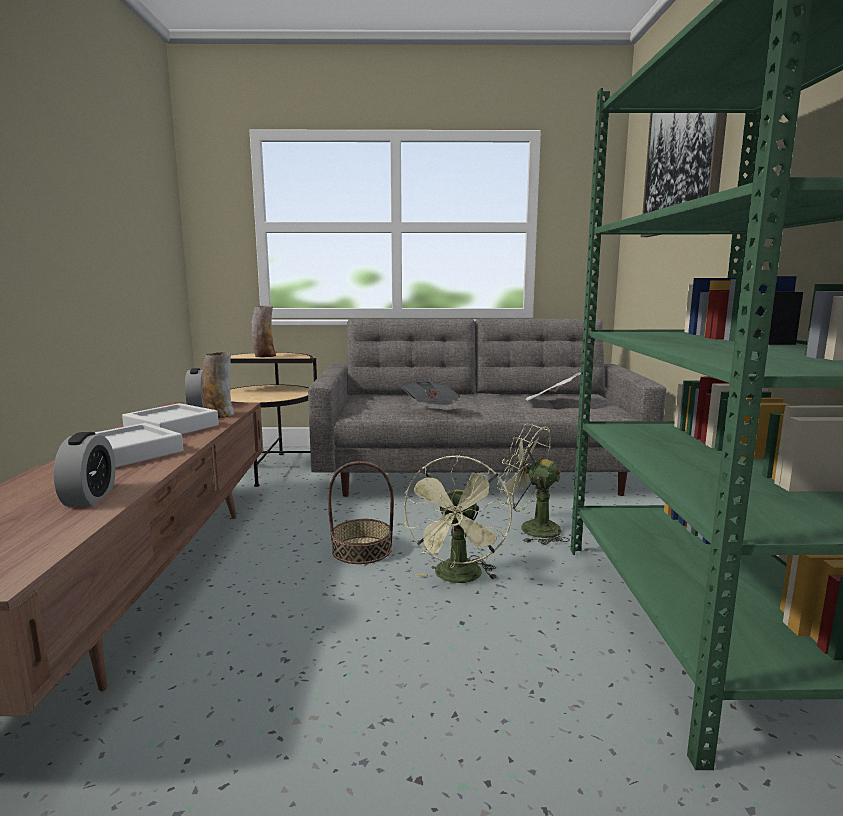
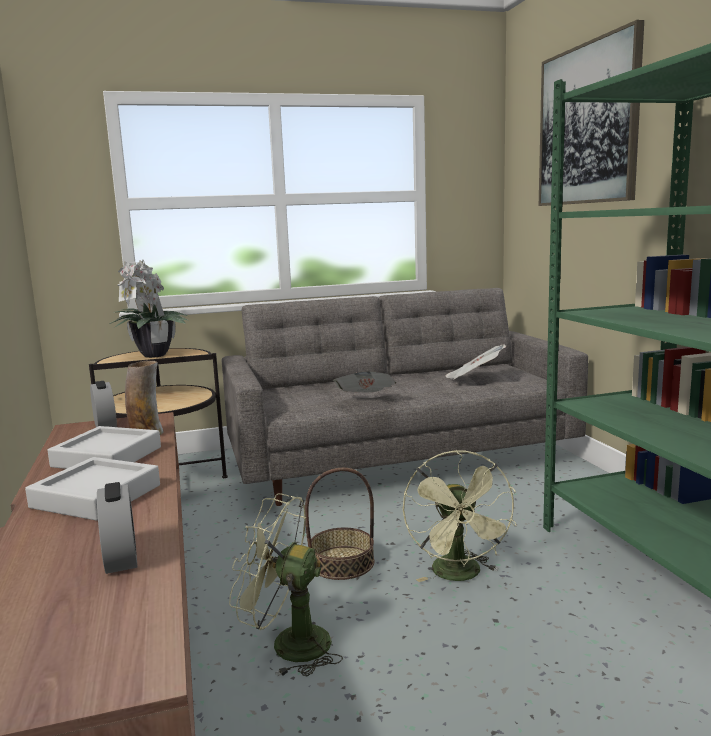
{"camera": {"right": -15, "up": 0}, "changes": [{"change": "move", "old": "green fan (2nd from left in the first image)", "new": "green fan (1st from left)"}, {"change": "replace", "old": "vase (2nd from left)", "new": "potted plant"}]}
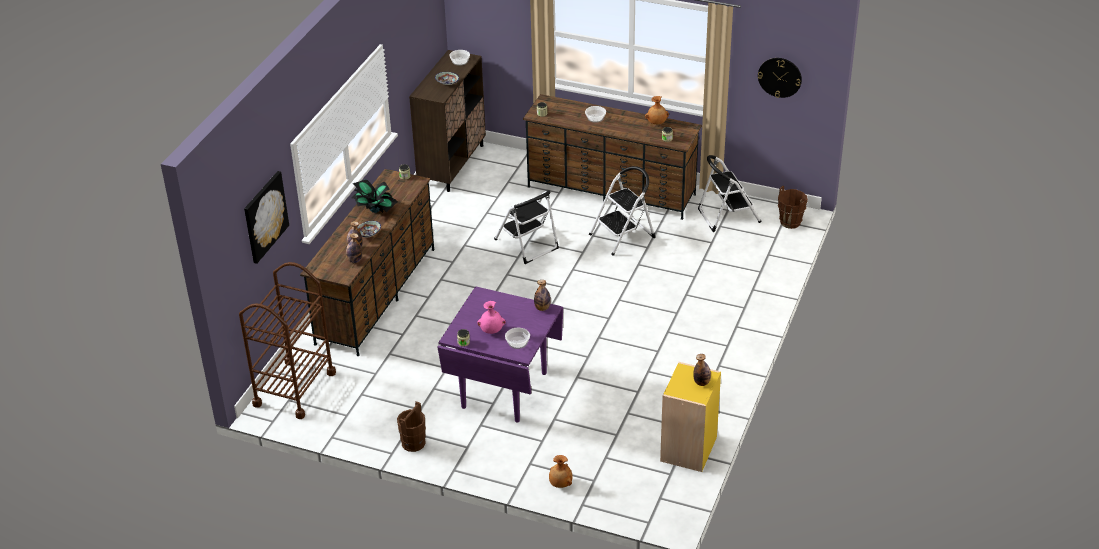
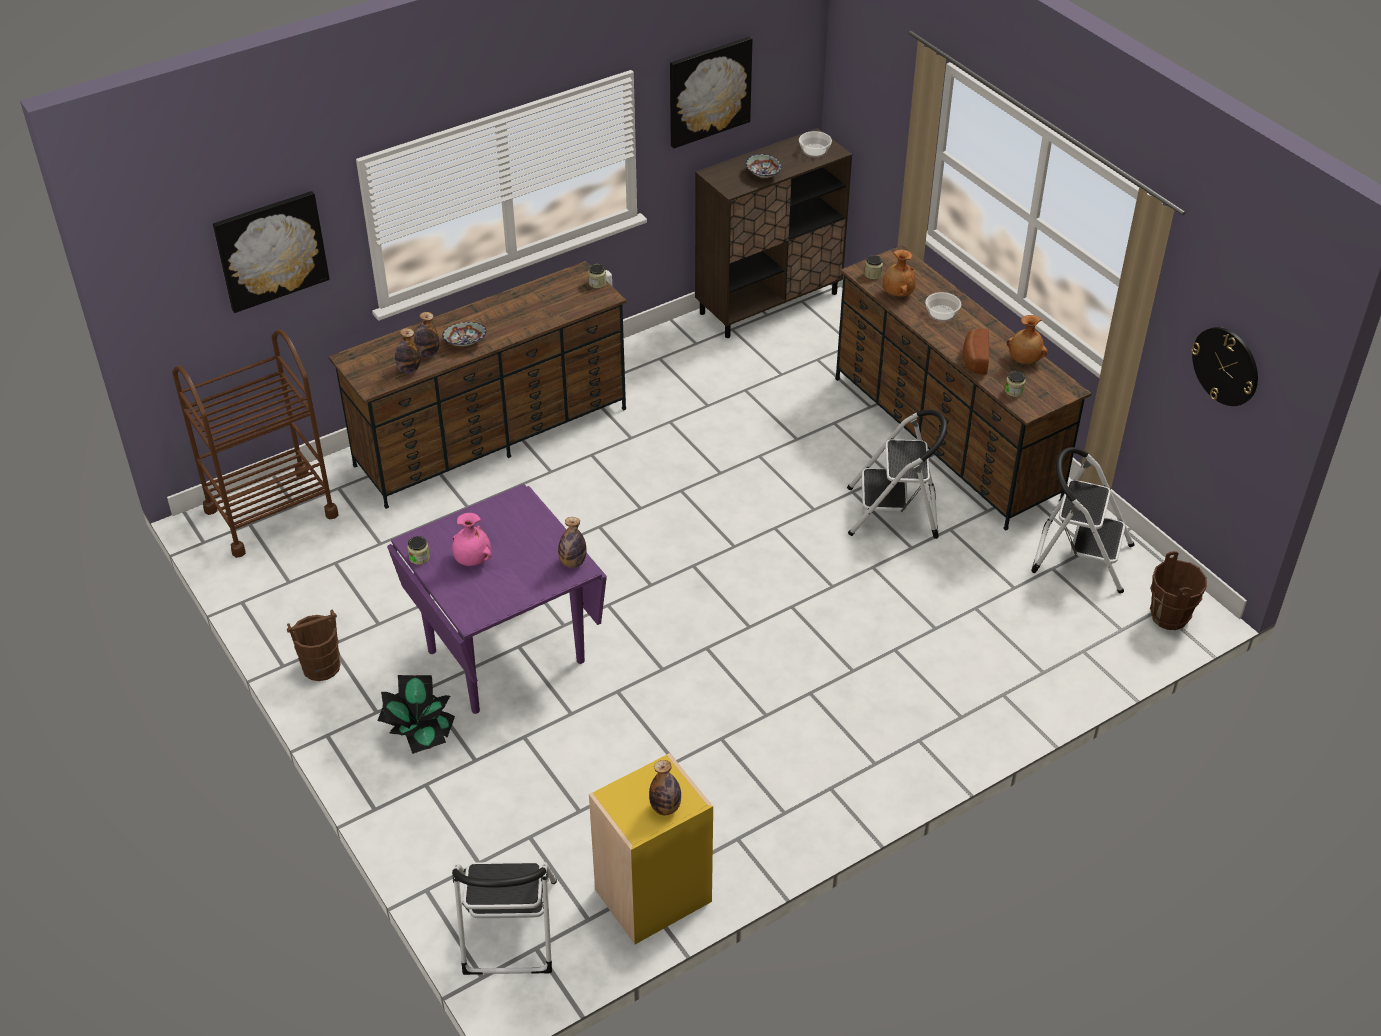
{"camera": {"right": 35, "up": 5}, "changes": [{"change": "delete", "old": "bowl (4th from left)"}, {"change": "insert", "new": "picture (2nd from left)"}, {"change": "insert", "new": "bread"}, {"change": "move", "old": "potted plant"}, {"change": "move", "old": "step ladder (1st from left)"}, {"change": "move", "old": "brown vase (1st from left)"}]}
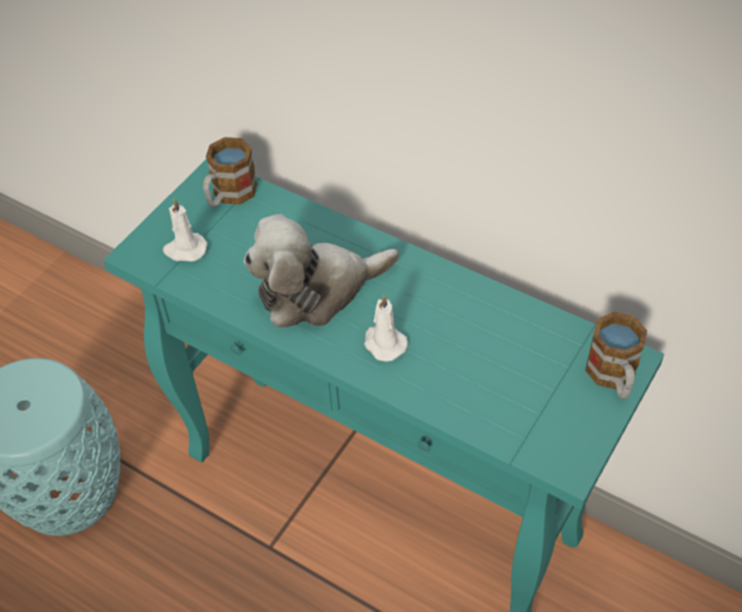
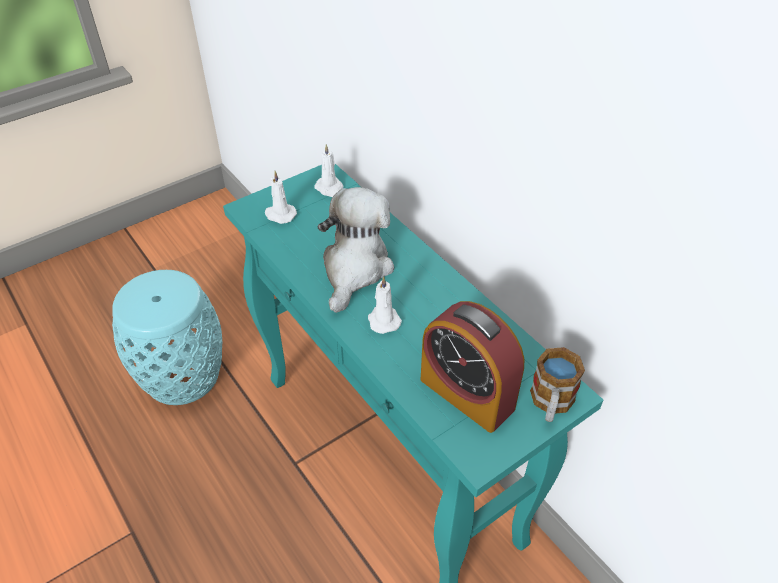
{"camera": {"right": 20, "up": -5}, "changes": [{"change": "insert", "new": "alarm clock"}, {"change": "replace", "old": "mug (1st from left)", "new": "white candle (2nd from left)"}, {"change": "rotate", "old": "plush toy", "degrees": 105}]}
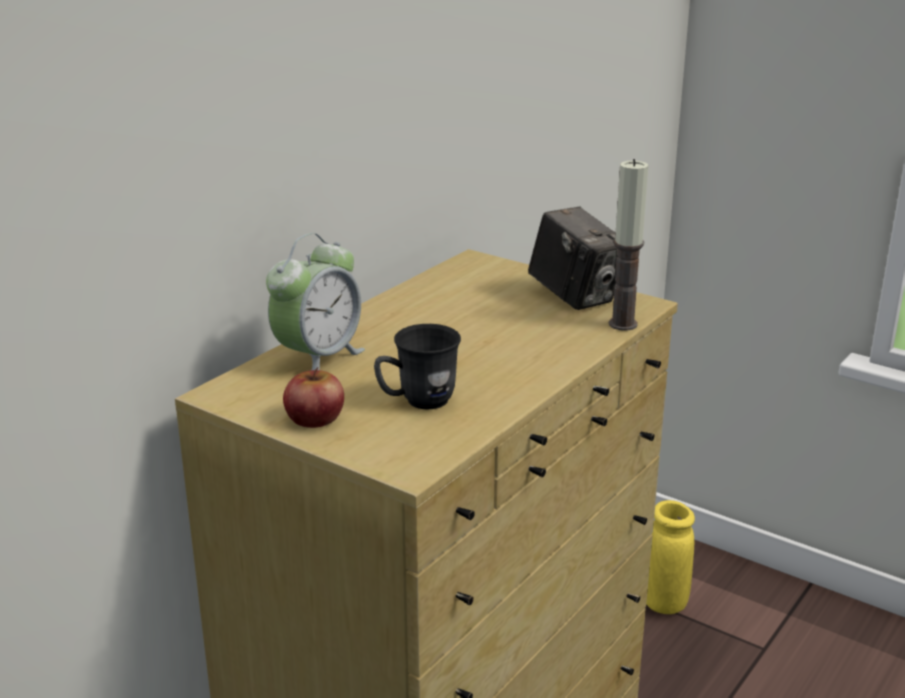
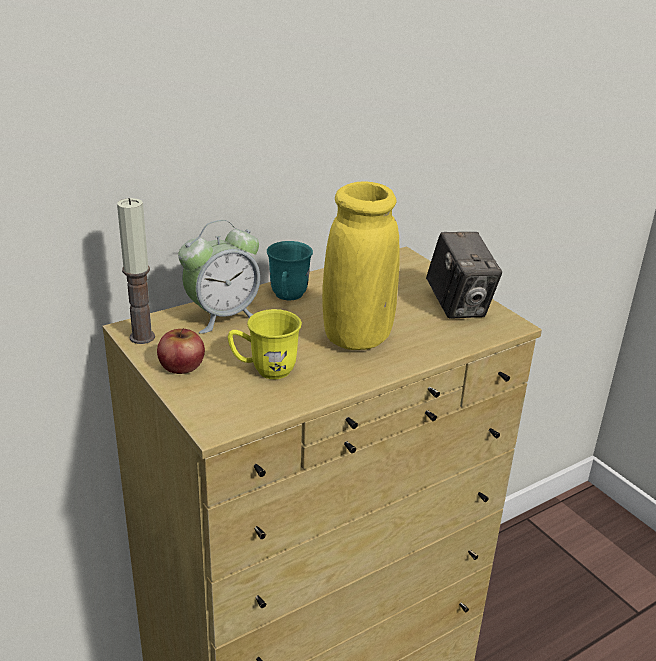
{"camera": {"right": 20, "up": 5}, "changes": [{"change": "insert", "new": "turquoise mug"}, {"change": "move", "old": "candle"}, {"change": "move", "old": "yellow vase"}, {"change": "recolor", "old": "grey mug", "new": "yellow mug"}]}
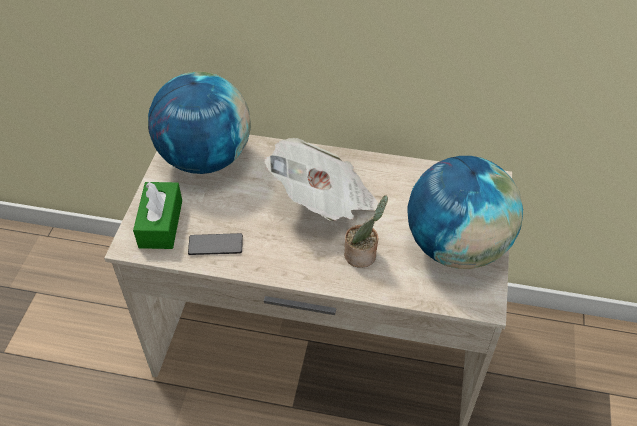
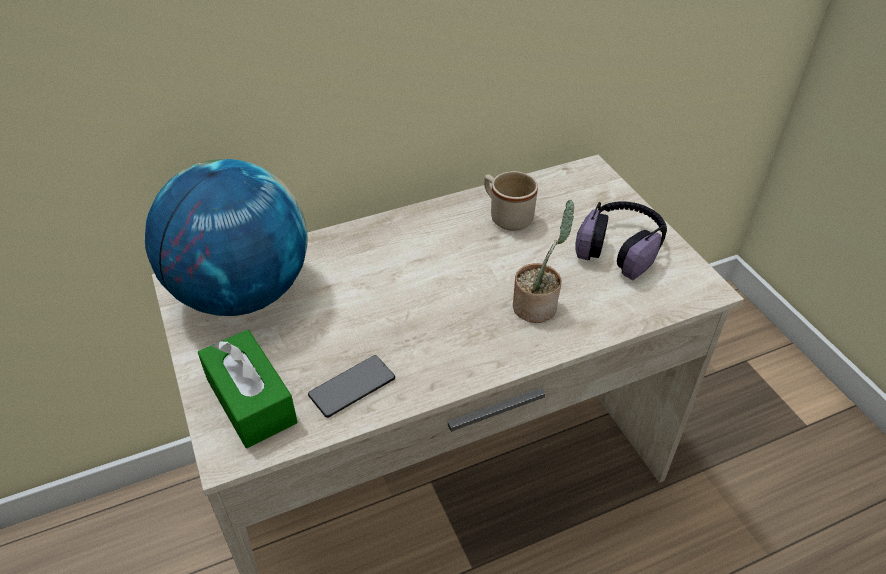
{"camera": {"right": -35, "up": -5}, "changes": [{"change": "delete", "old": "newspaper"}, {"change": "insert", "new": "beige mug"}, {"change": "replace", "old": "globe (2nd from left)", "new": "headphones"}]}
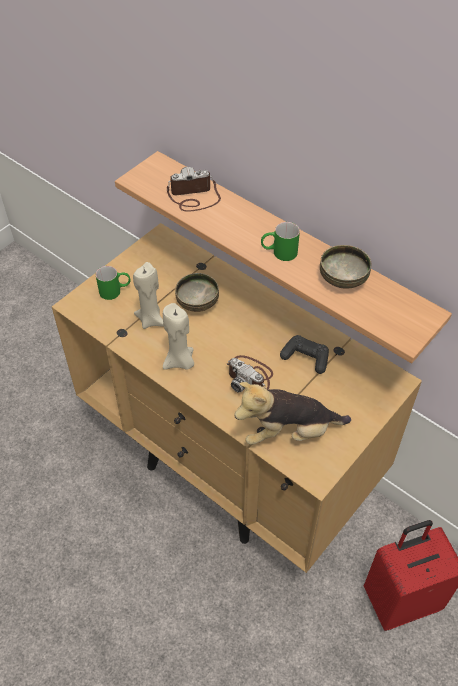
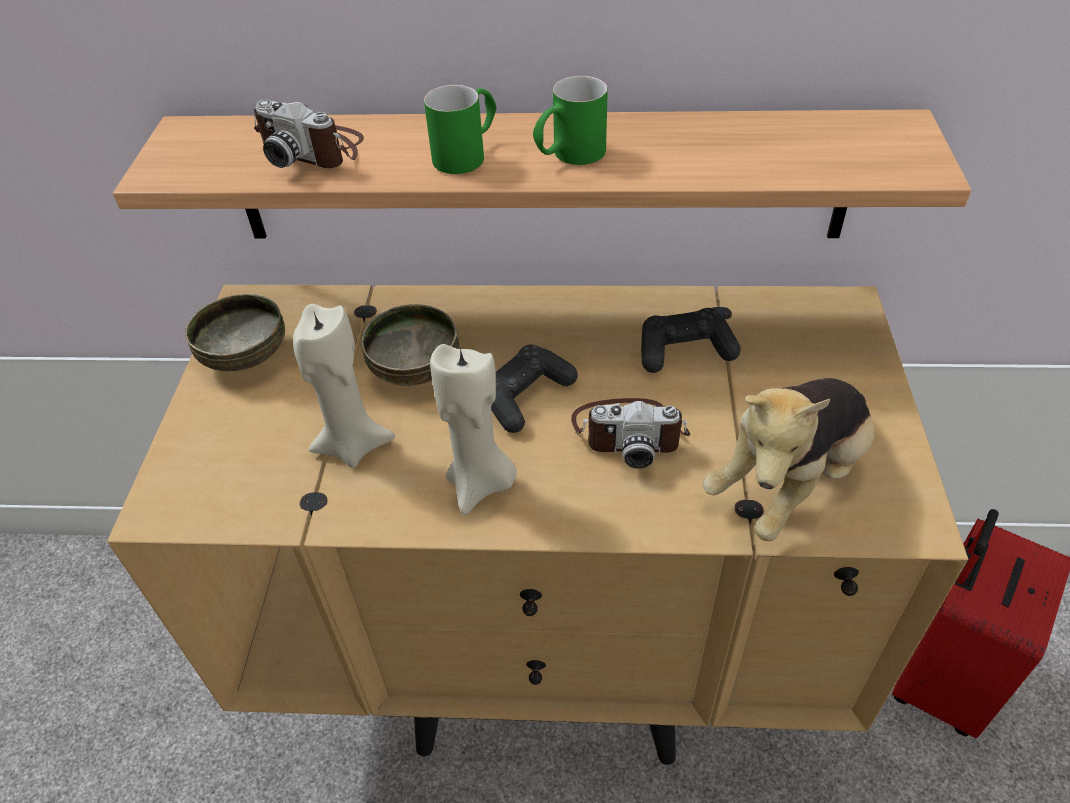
{"camera": {"right": -35, "up": -5}, "changes": [{"change": "insert", "new": "black game controller (1st from left)"}, {"change": "move", "old": "green mug (1st from left)"}, {"change": "move", "old": "bowl (2nd from left in the first image)", "new": "bowl (1st from left)"}, {"change": "rotate", "old": "photo camera (1st from left)", "degrees": -105}]}
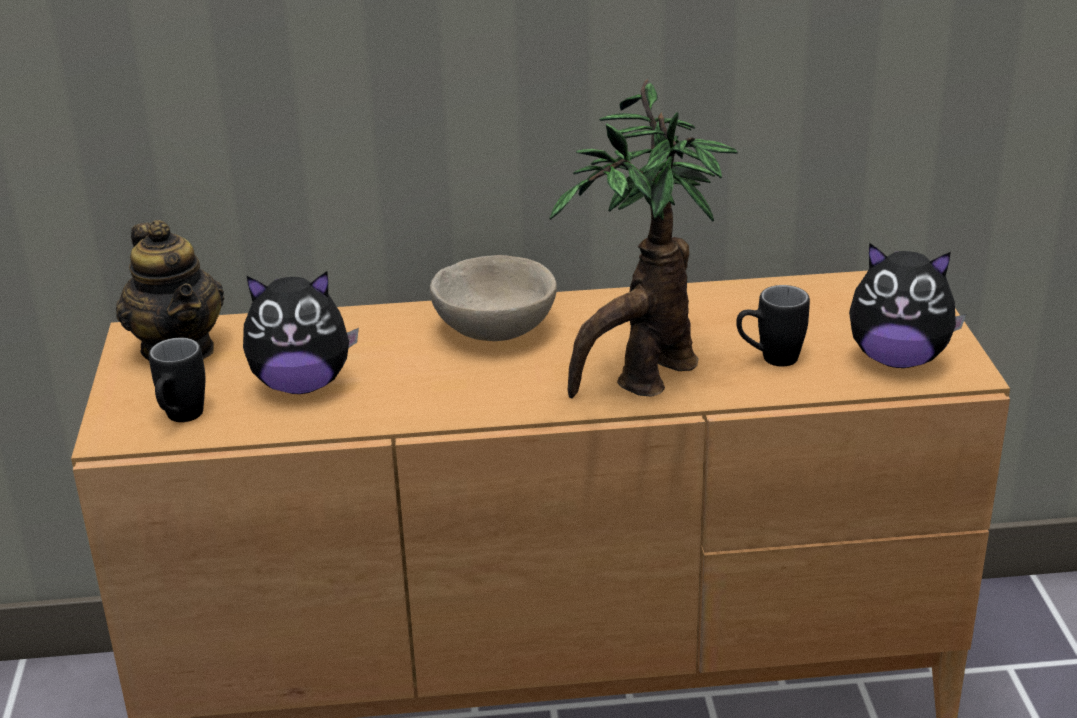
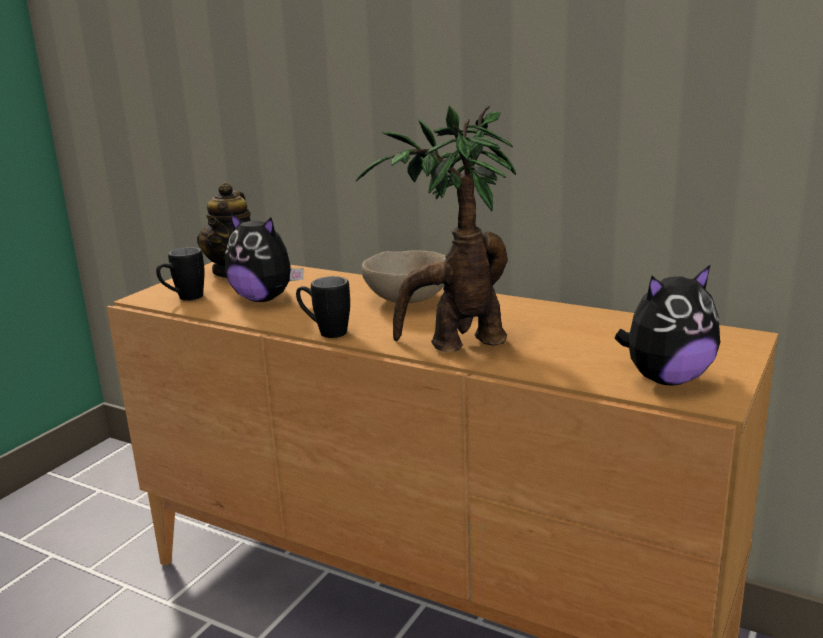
{"camera": {"right": 35, "up": -10}, "changes": [{"change": "move", "old": "black mug (2nd from left)"}, {"change": "rotate", "old": "plush toy (2nd from left)", "degrees": -75}]}
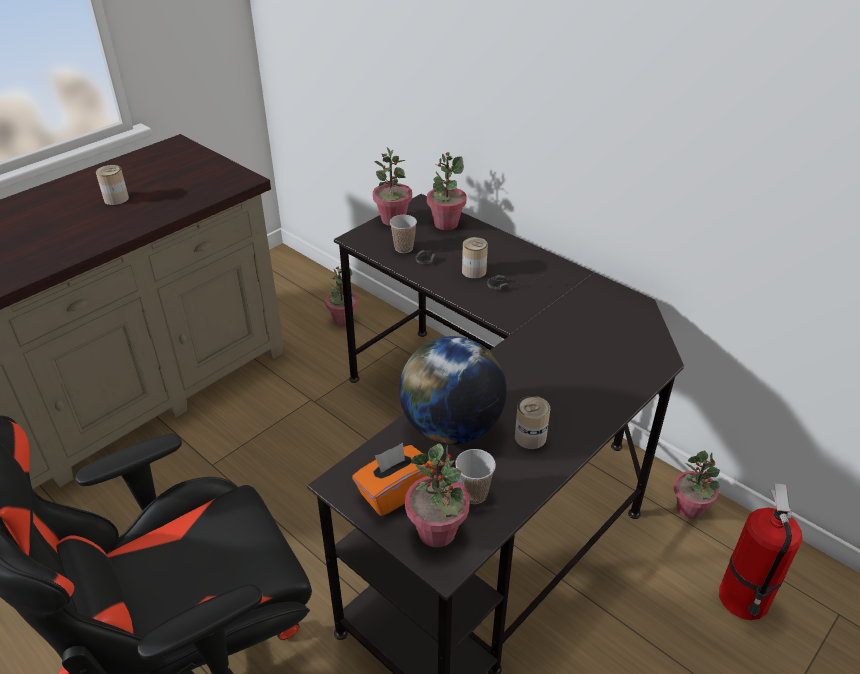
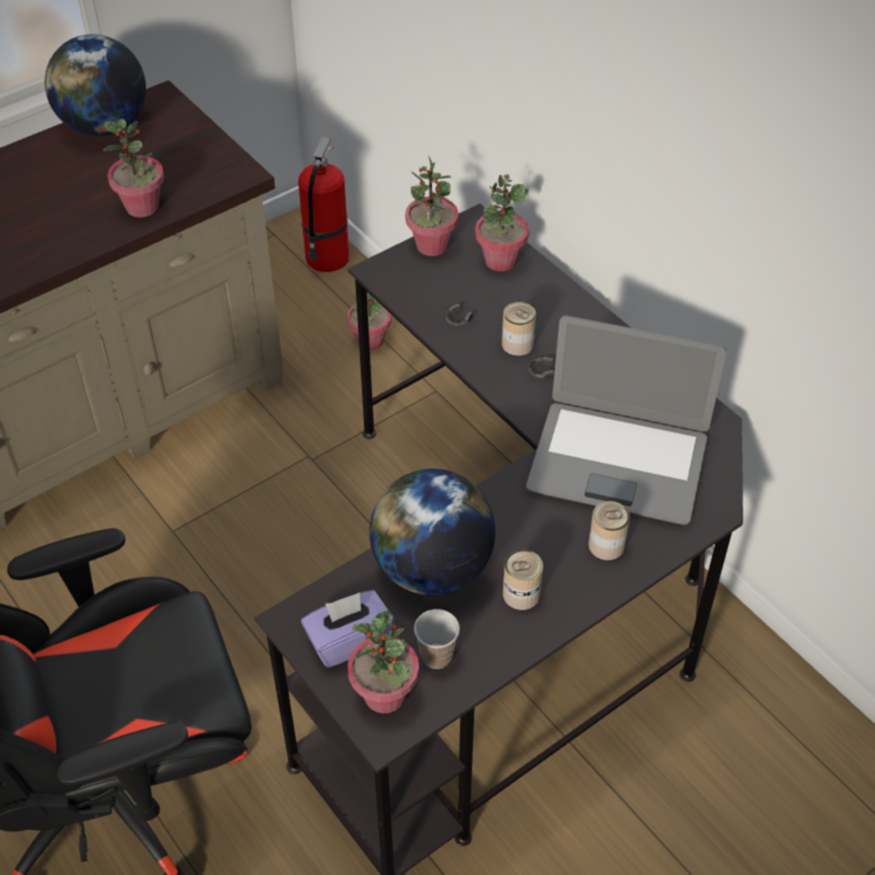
{"camera": {"right": 10, "up": 10}, "changes": [{"change": "delete", "old": "cup (1st from left)"}, {"change": "insert", "new": "globe (1st from left)"}, {"change": "insert", "new": "laptop"}, {"change": "move", "old": "can (1st from left in the first image)", "new": "can (3rd from left)"}, {"change": "move", "old": "potted plant (5th from left in the first image)", "new": "potted plant (1st from left)"}, {"change": "move", "old": "fire extinguisher"}, {"change": "recolor", "old": "orange tissue box", "new": "purple tissue box"}]}
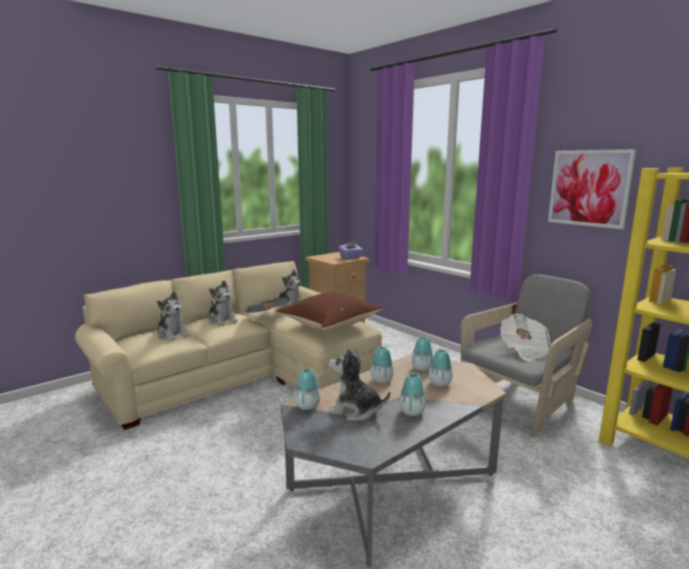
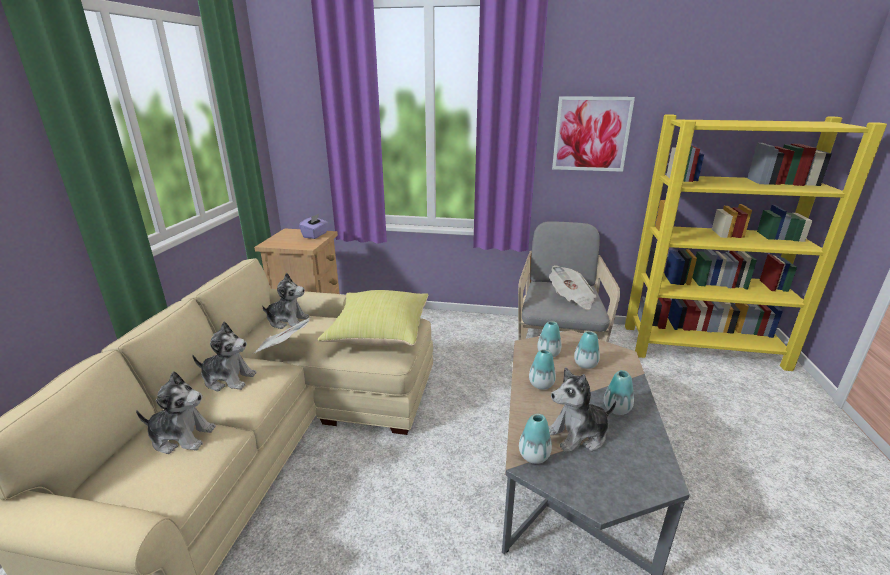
{"camera": {"right": -40, "up": 10}, "changes": [{"change": "recolor", "old": "brown pillow", "new": "yellow pillow"}]}
